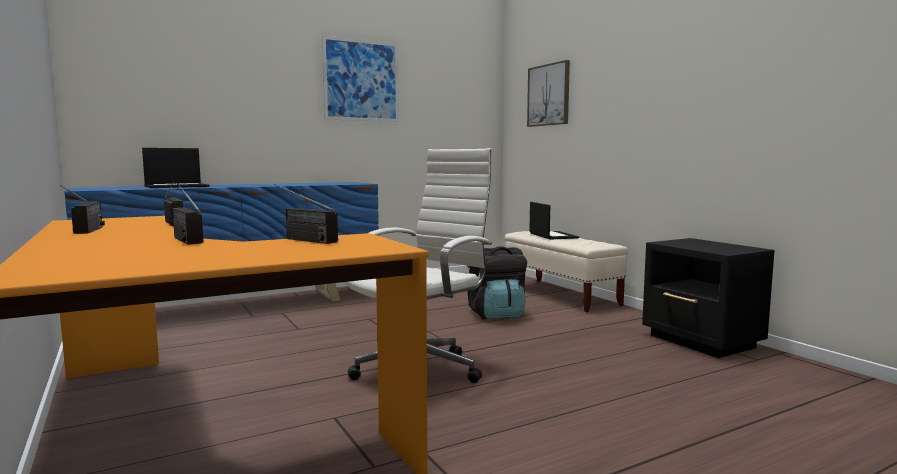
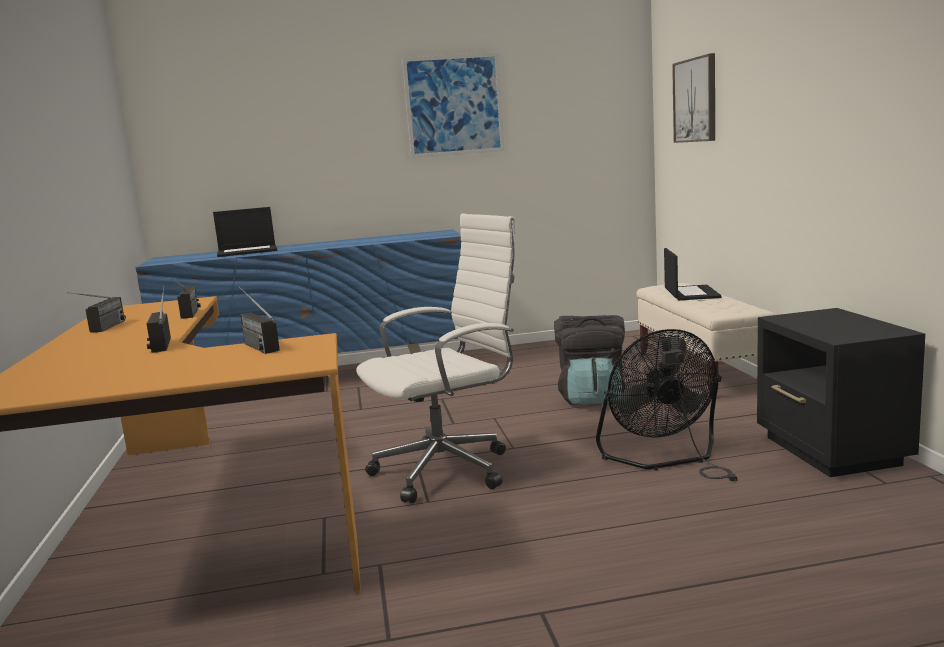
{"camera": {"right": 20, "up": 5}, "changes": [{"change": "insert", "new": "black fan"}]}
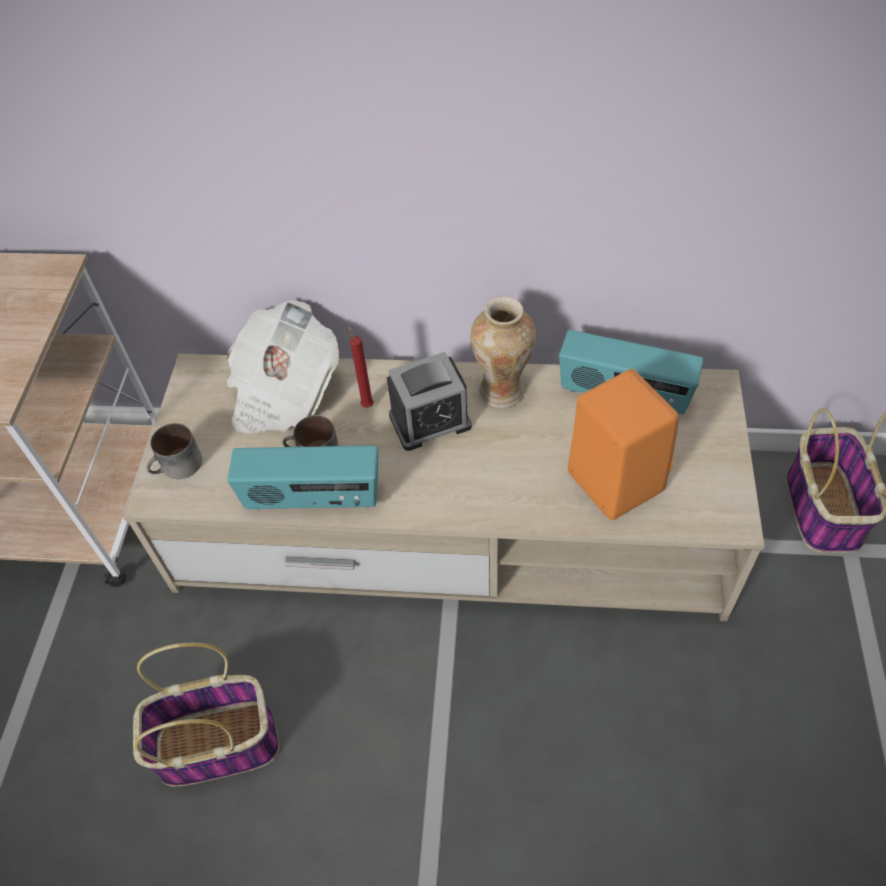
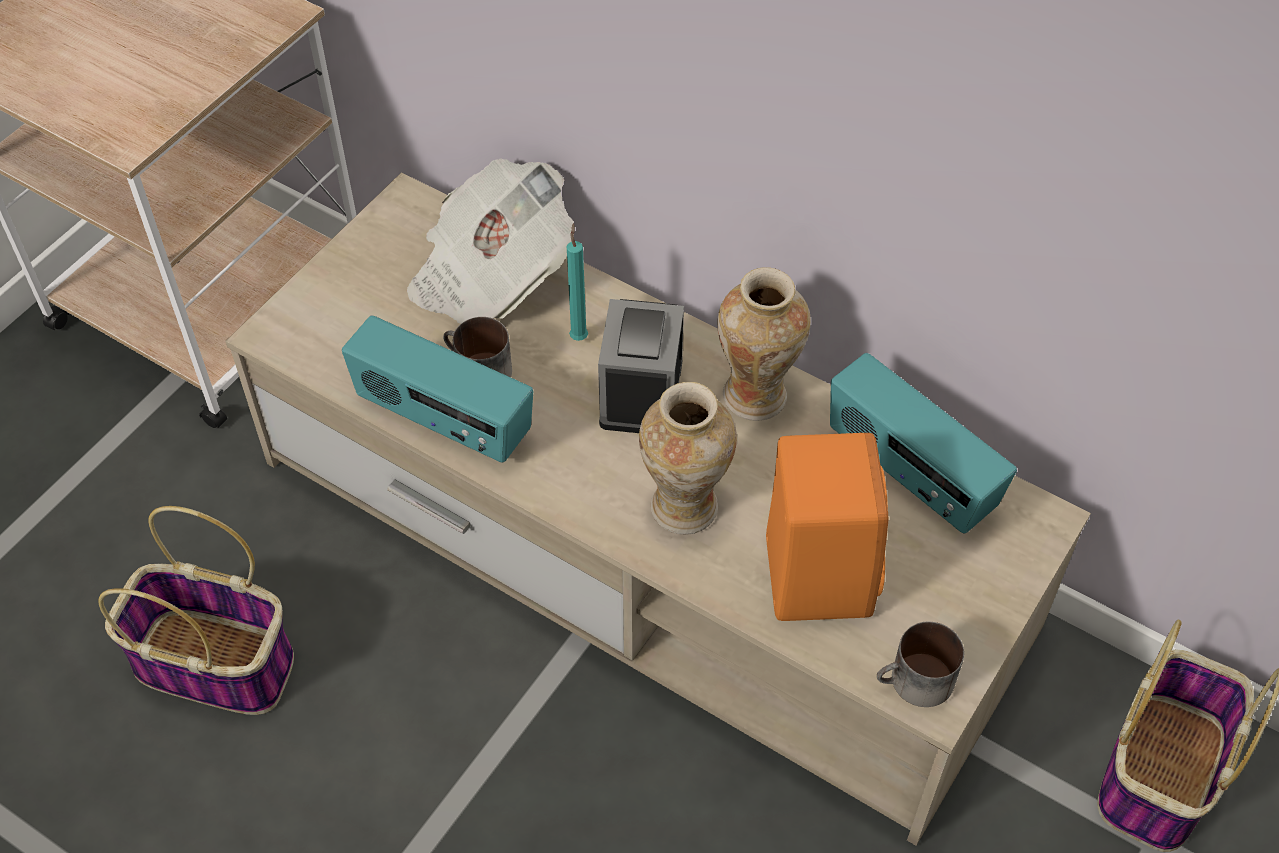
{"camera": {"right": 25, "up": 0}, "changes": [{"change": "insert", "new": "vase (1st from left)"}, {"change": "move", "old": "mug (1st from left in the first image)", "new": "mug (2nd from left)"}, {"change": "recolor", "old": "red candle", "new": "turquoise candle"}, {"change": "rotate", "old": "alarm clock", "degrees": 90}]}
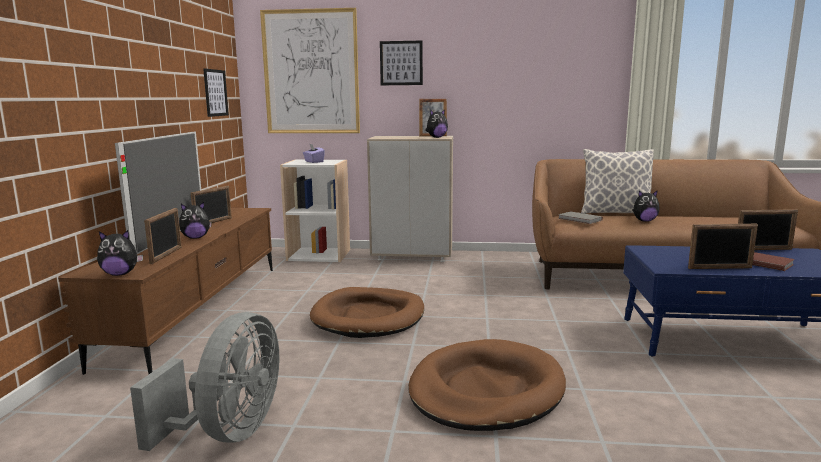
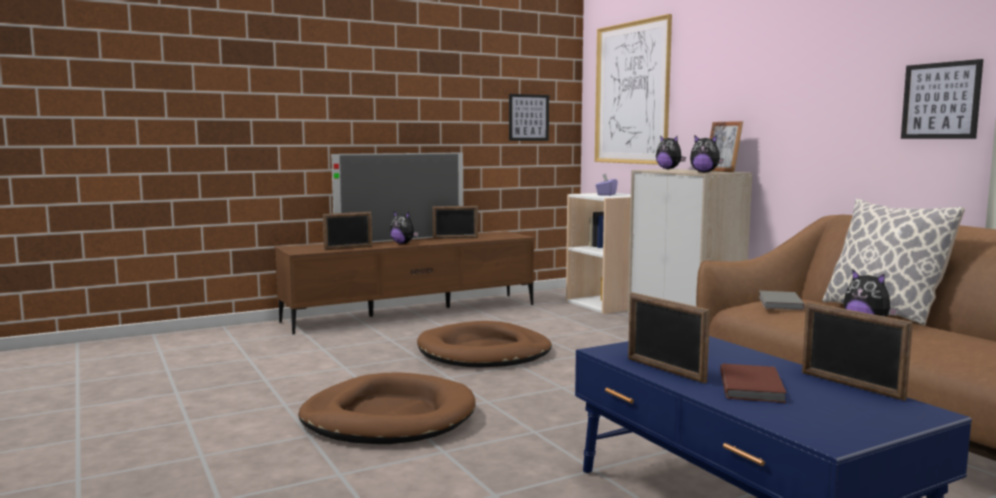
{"camera": {"right": 55, "up": -5}, "changes": [{"change": "delete", "old": "grey fan"}, {"change": "move", "old": "plush toy (1st from left in the first image)", "new": "plush toy (2nd from left)"}, {"change": "move", "old": "picture (3rd from left)"}]}
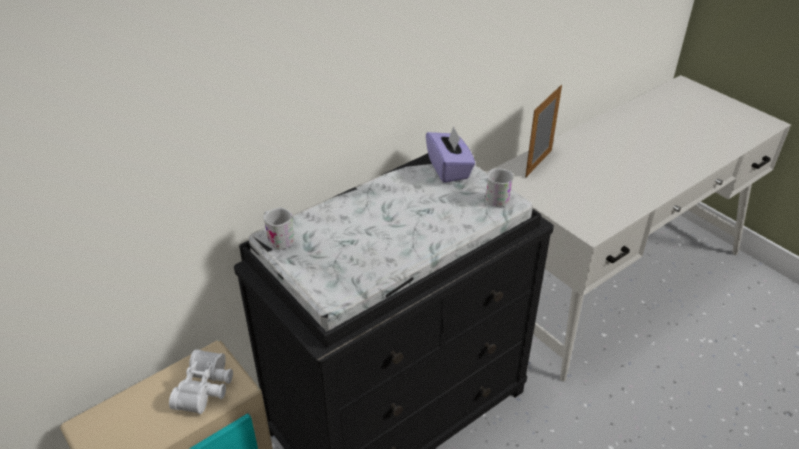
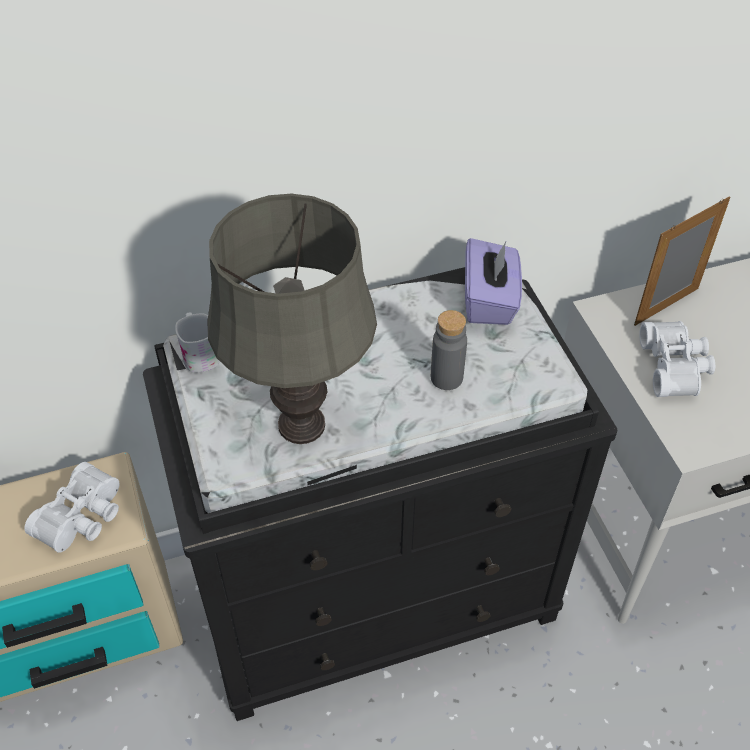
{"camera": {"right": 20, "up": 10}, "changes": [{"change": "delete", "old": "white mug (2nd from left)"}, {"change": "insert", "new": "grey table lamp"}, {"change": "insert", "new": "grey bottle"}, {"change": "insert", "new": "white binoculars (2nd from left)"}]}
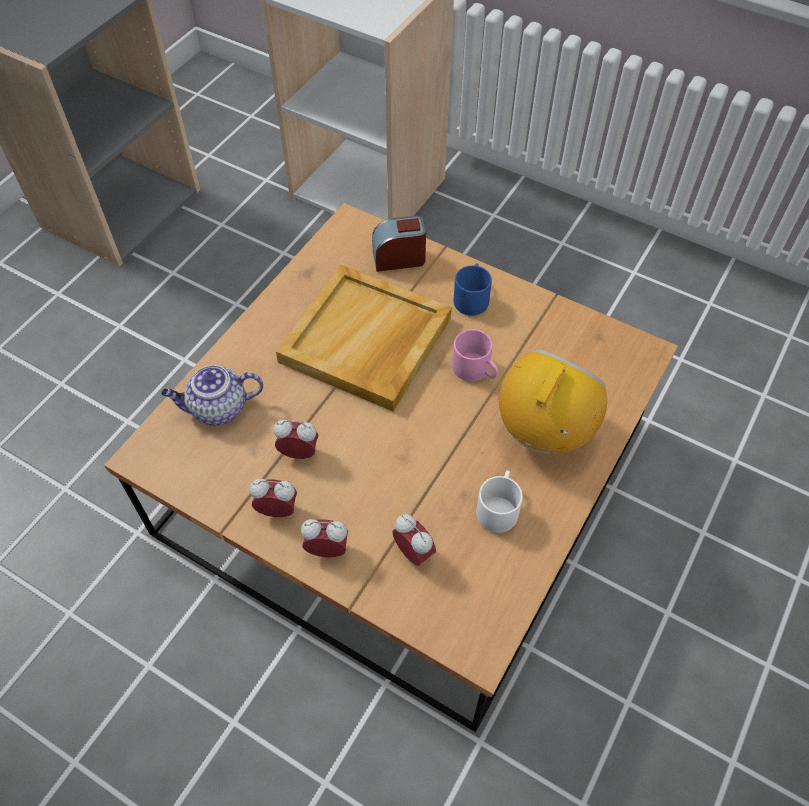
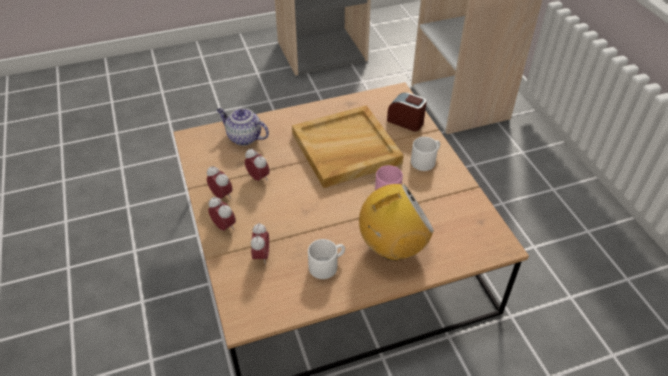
{"camera": {"right": 40, "up": -10}, "changes": [{"change": "recolor", "old": "blue mug", "new": "white mug (2nd from left)"}]}
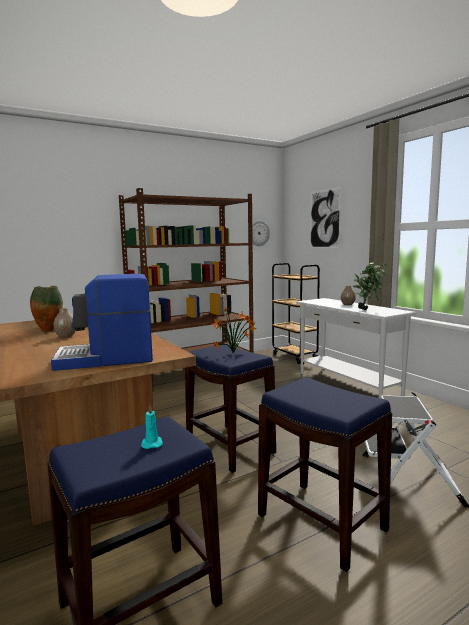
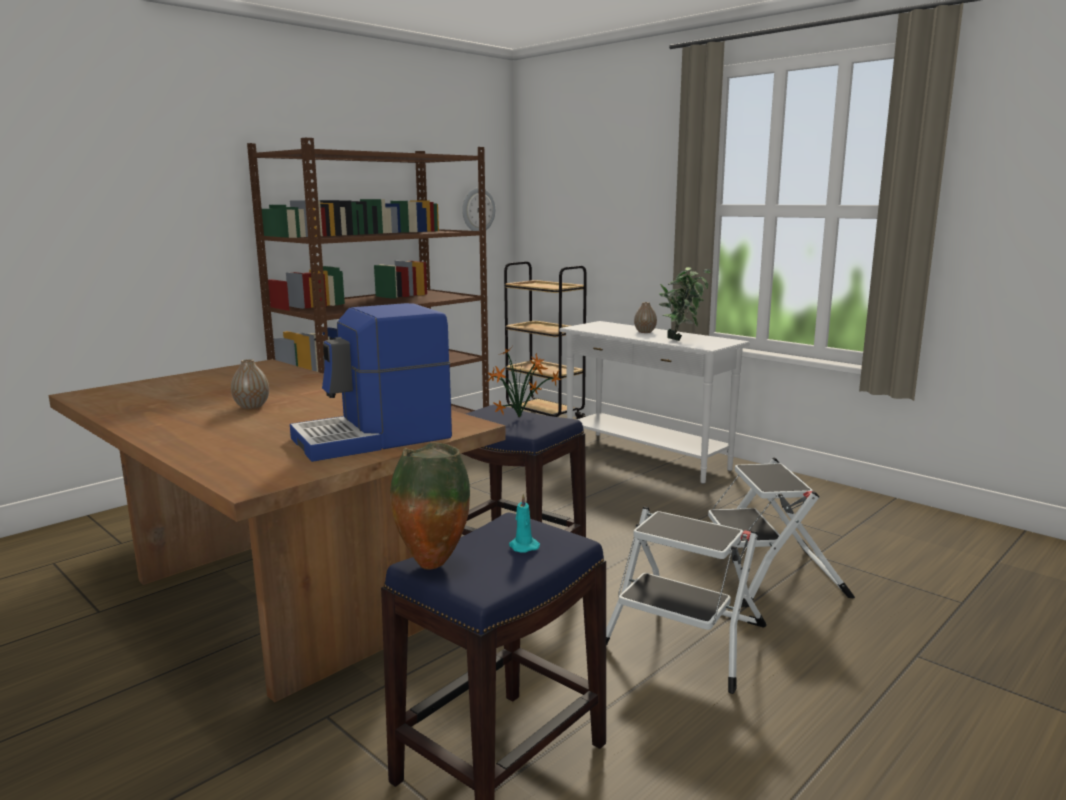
{"camera": {"right": -15, "up": 5}, "changes": [{"change": "delete", "old": "picture"}, {"change": "move", "old": "vase (1st from left in the first image)", "new": "vase (2nd from left)"}, {"change": "replace", "old": "stool (3rd from left)", "new": "step ladder (1st from left)"}]}
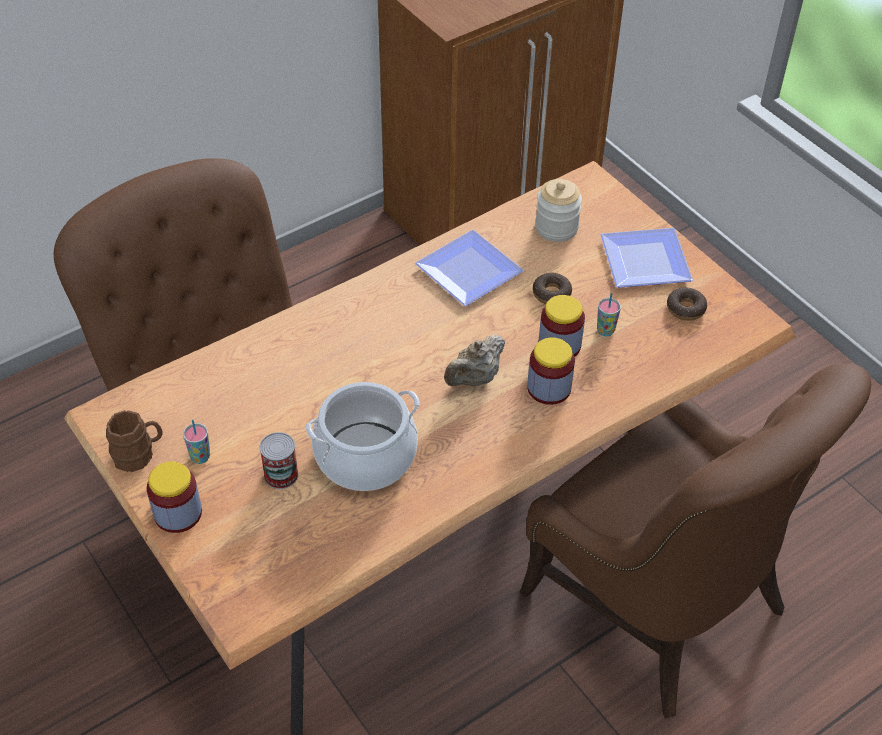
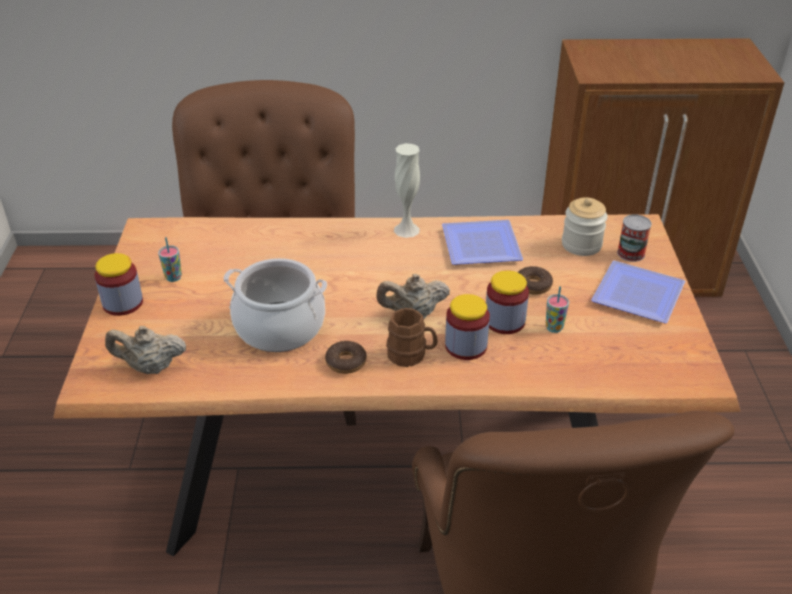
{"camera": {"right": 35, "up": -10}, "changes": [{"change": "insert", "new": "beige teapot (1st from left)"}, {"change": "insert", "new": "white vase"}, {"change": "move", "old": "brown mug"}, {"change": "move", "old": "can"}, {"change": "move", "old": "donut (2nd from left in the first image)", "new": "donut (1st from left)"}]}
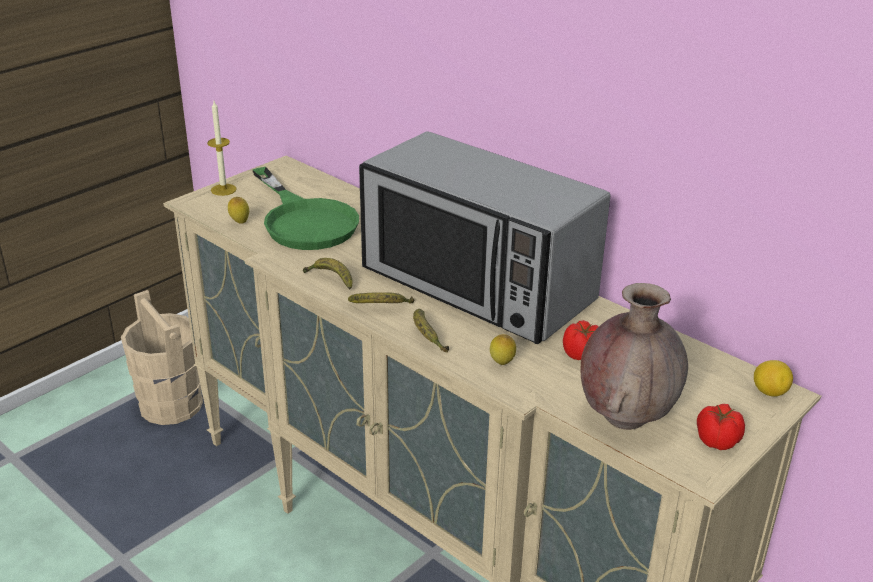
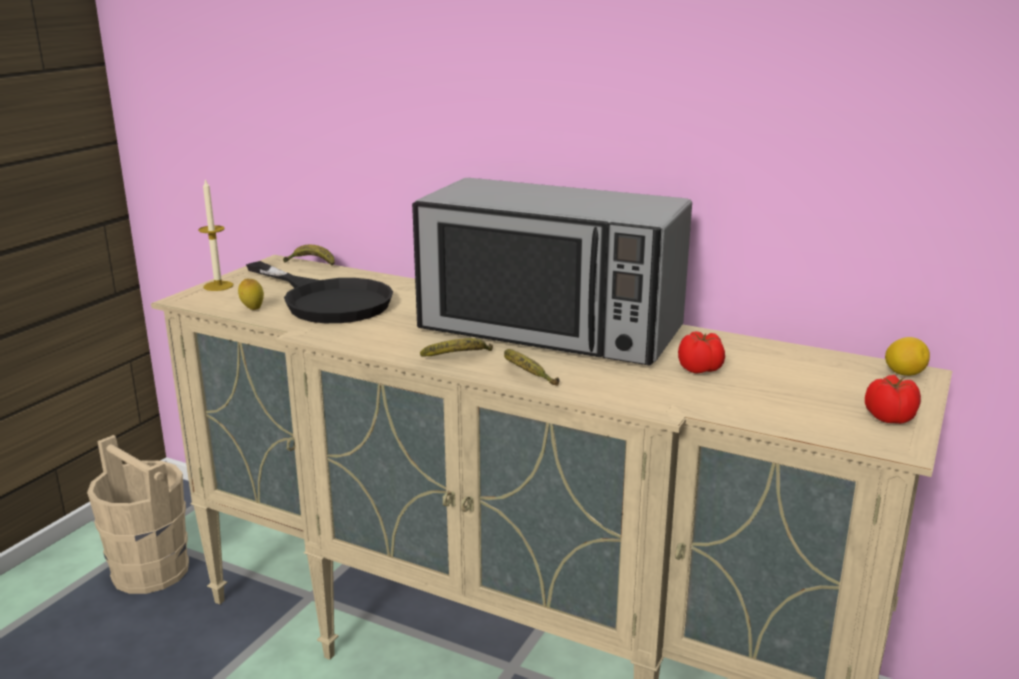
{"camera": {"right": -15, "up": -10}, "changes": [{"change": "delete", "old": "lemon (2nd from left)"}, {"change": "delete", "old": "brown vase"}, {"change": "move", "old": "banana (1st from left)"}, {"change": "recolor", "old": "green frying pan", "new": "black frying pan"}]}
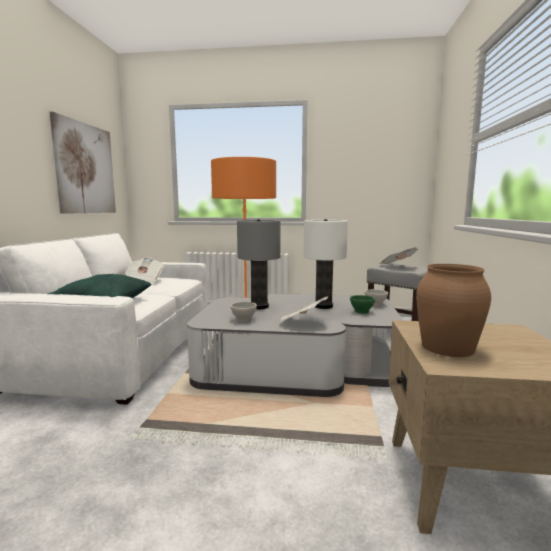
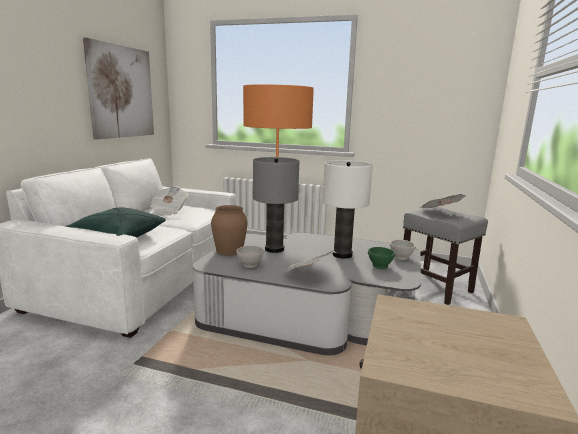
{"camera": {"right": 10, "up": 5}, "changes": [{"change": "move", "old": "brown vase"}]}
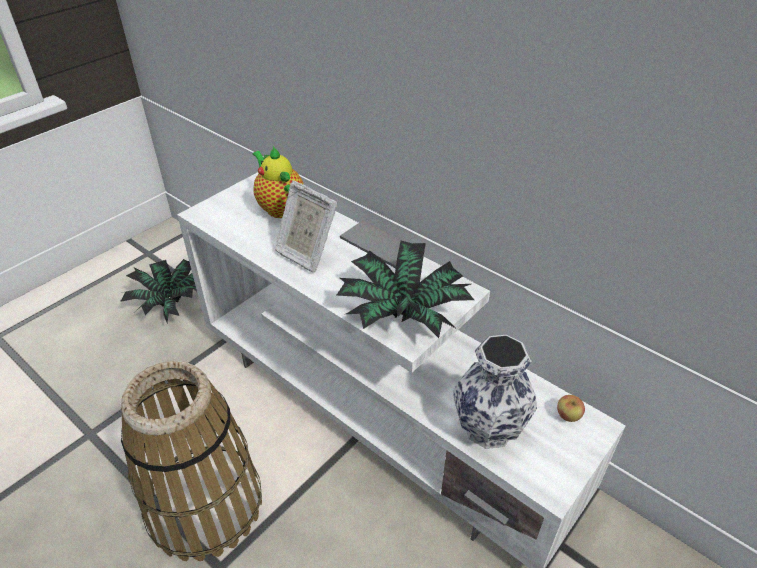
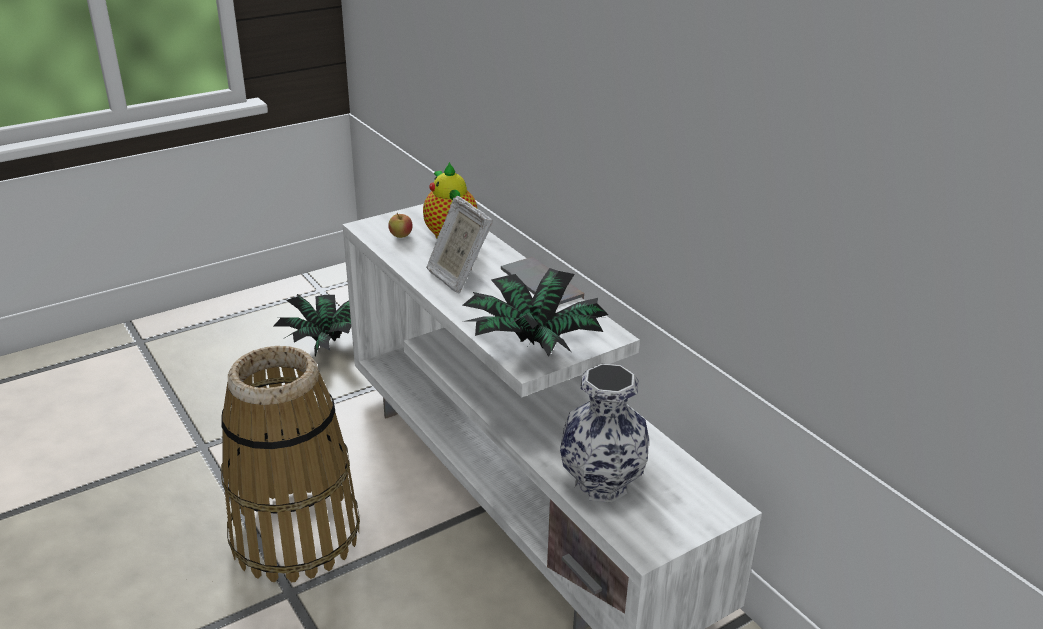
{"camera": {"right": 15, "up": -10}, "changes": [{"change": "move", "old": "apple"}]}
